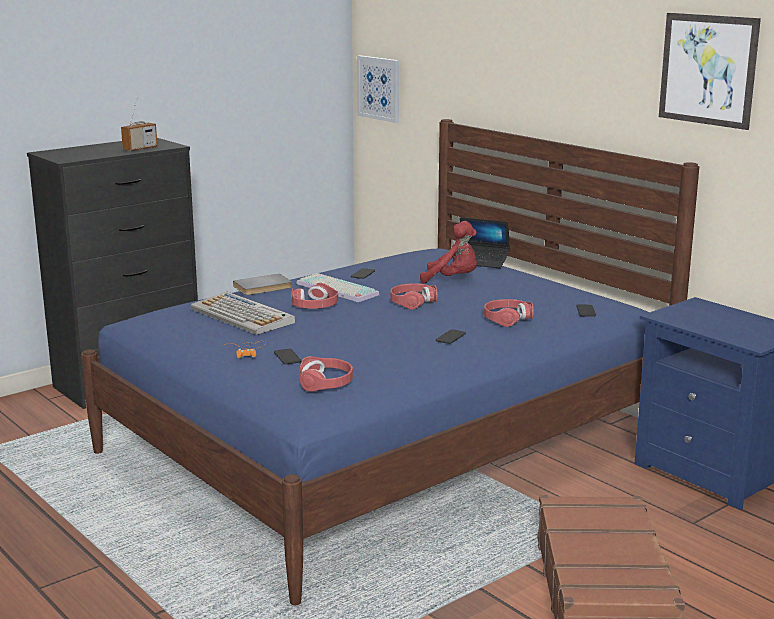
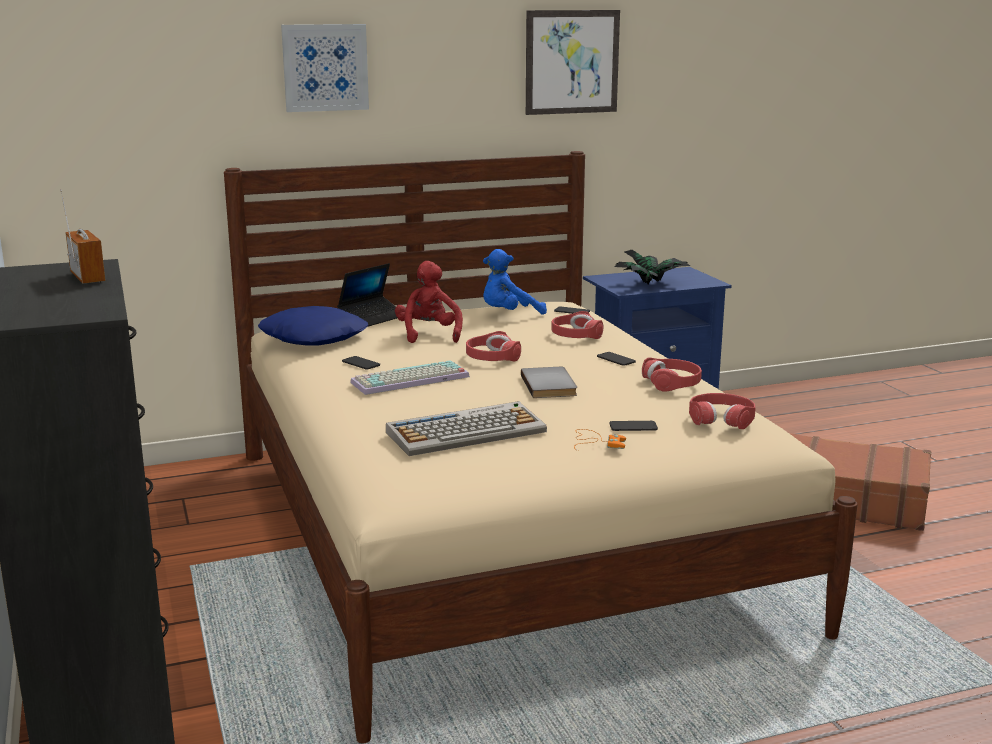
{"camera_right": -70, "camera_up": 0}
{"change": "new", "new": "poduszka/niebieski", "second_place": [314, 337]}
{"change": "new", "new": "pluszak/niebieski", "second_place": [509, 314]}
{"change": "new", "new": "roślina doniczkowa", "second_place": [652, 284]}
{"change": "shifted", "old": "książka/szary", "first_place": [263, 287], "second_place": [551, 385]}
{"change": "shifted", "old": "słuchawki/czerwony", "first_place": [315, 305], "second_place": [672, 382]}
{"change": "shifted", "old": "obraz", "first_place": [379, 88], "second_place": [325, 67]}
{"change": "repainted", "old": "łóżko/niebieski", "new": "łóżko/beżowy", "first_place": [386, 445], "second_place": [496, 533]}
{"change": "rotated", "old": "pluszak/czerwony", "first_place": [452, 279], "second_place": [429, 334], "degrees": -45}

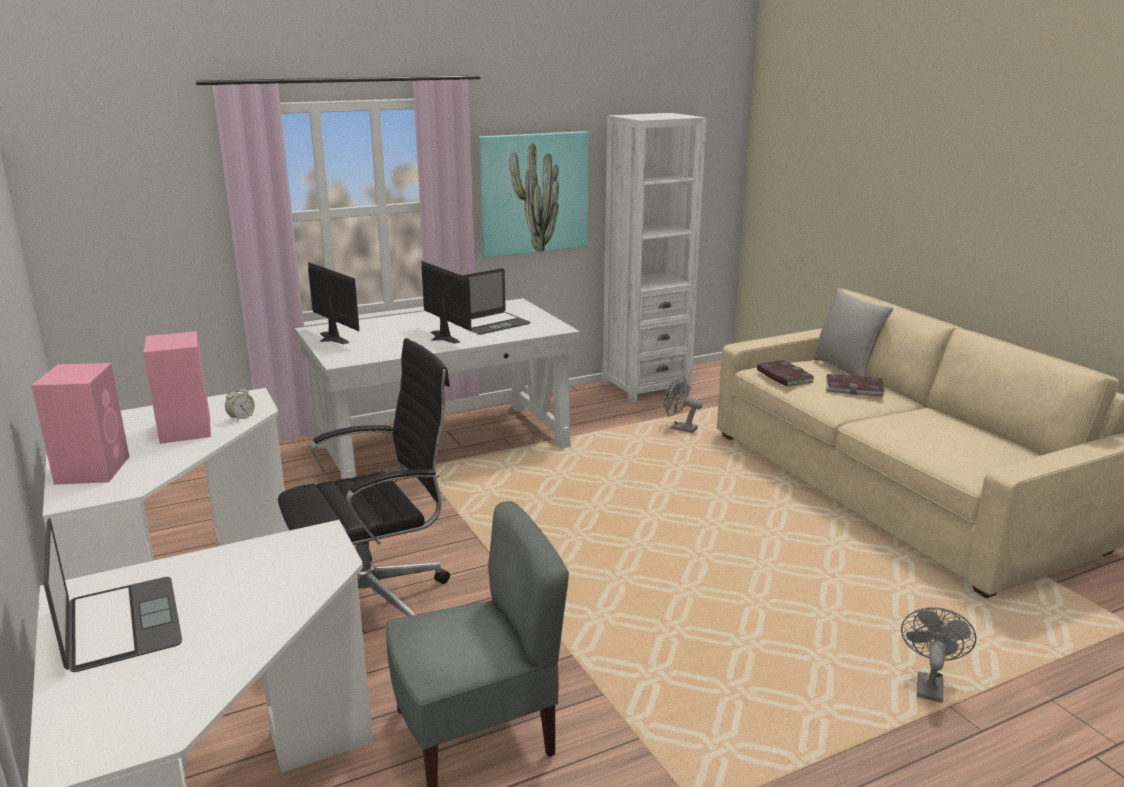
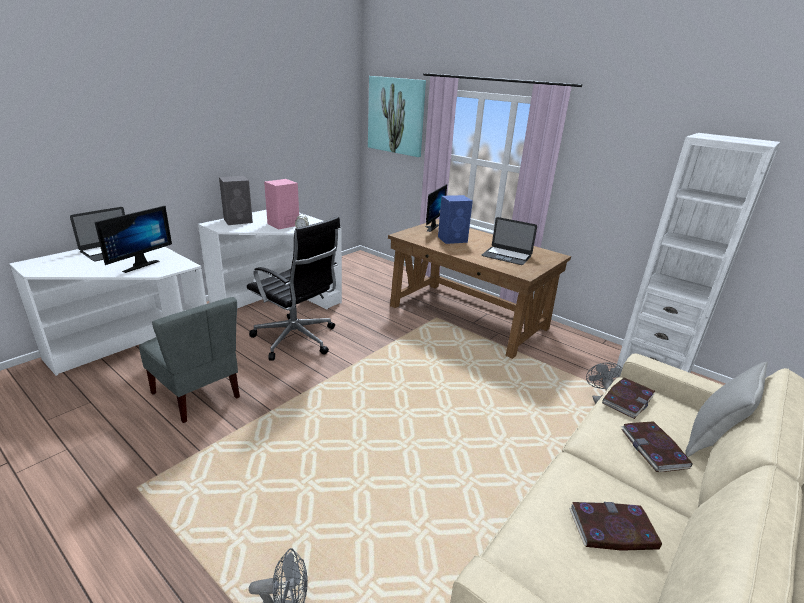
{"camera_right": 65, "camera_up": 5}
{"change": "new", "new": "głośnik/niebieski", "second_place": [453, 239]}
{"change": "new", "new": "książka", "second_place": [612, 529]}
{"change": "shifted", "old": "monitor", "first_place": [440, 338], "second_place": [138, 265]}
{"change": "shifted", "old": "obraz", "first_place": [533, 193], "second_place": [396, 116]}
{"change": "repainted", "old": "głośnik/różowy", "new": "głośnik/szary", "first_place": [93, 469], "second_place": [239, 221]}
{"change": "repainted", "old": "biurko/biały", "new": "biurko/brązowy", "first_place": [442, 445], "second_place": [467, 317]}

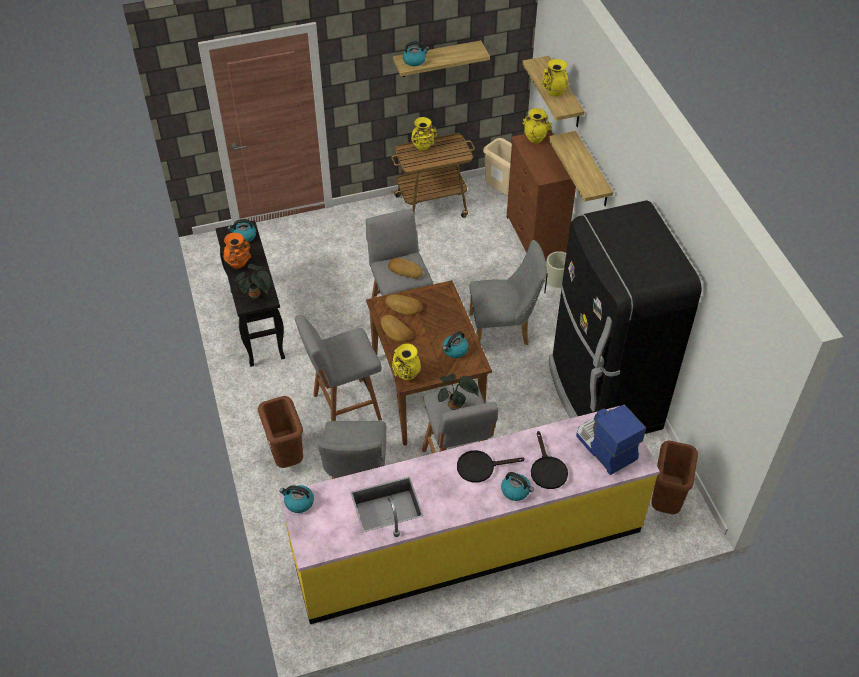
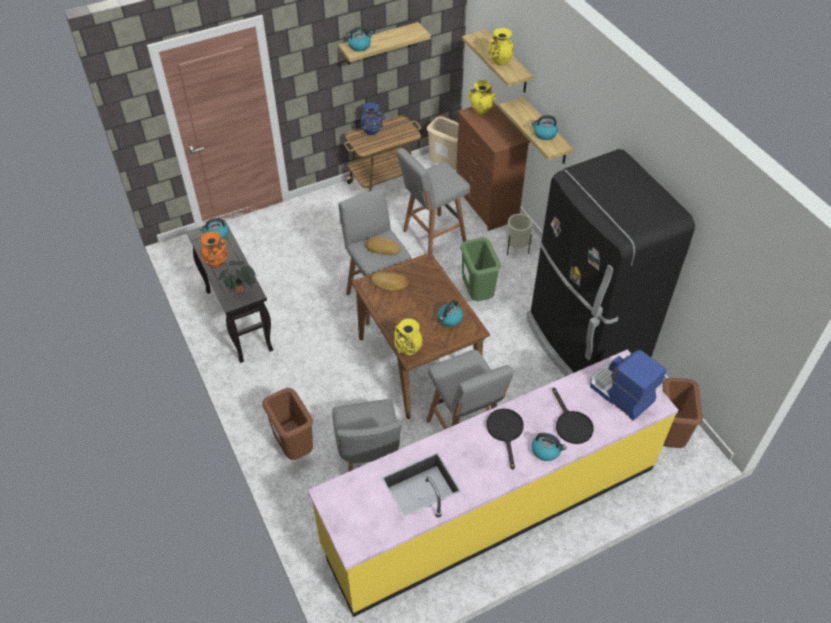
{"camera_right": -10, "camera_up": 0}
{"change": "gone", "old": "chleb", "first_place": [395, 331]}
{"change": "gone", "old": "roślina doniczkowa", "first_place": [455, 406]}
{"change": "shifted", "old": "czajnik", "first_place": [298, 502], "second_place": [544, 134]}
{"change": "shifted", "old": "stołek/szary", "first_place": [344, 408], "second_place": [432, 237]}
{"change": "swapped", "old": "krzesło/szary", "new": "kosz na śmieci/zielony", "first_place": [504, 330], "second_place": [477, 294]}
{"change": "repainted", "old": "wazon/żółty", "new": "wazon/niebieski", "first_place": [423, 147], "second_place": [372, 132]}
{"change": "rotated", "old": "patelnia/czarny", "first_place": [481, 467], "second_place": [505, 431], "degrees": 105}

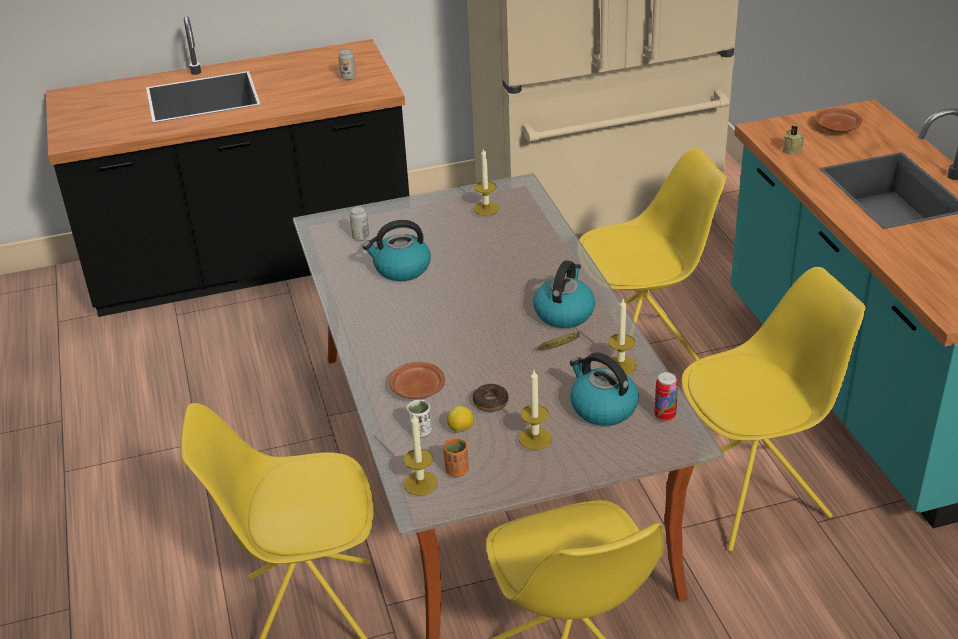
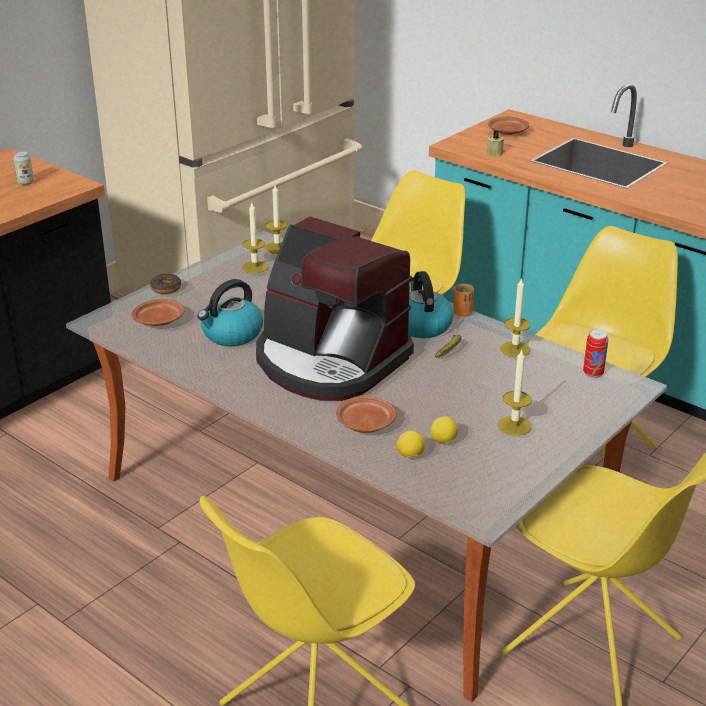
{"camera_right": -35, "camera_up": -5}
{"change": "gone", "old": "czajnik", "first_place": [602, 407]}
{"change": "new", "new": "ekspres do kawy", "second_place": [329, 361]}
{"change": "shifted", "old": "świeca", "first_place": [420, 483], "second_place": [277, 248]}
{"change": "shifted", "old": "filiżanka/pomarańczowy", "first_place": [457, 470], "second_place": [462, 313]}
{"change": "shifted", "old": "donut", "first_place": [490, 402], "second_place": [166, 288]}
{"change": "swapped", "old": "puszka", "new": "talerz/brązowy", "first_place": [361, 237], "second_place": [159, 320]}
{"change": "swapped", "old": "filiżanka/biały", "new": "cytryna", "first_place": [420, 431], "second_place": [410, 456]}

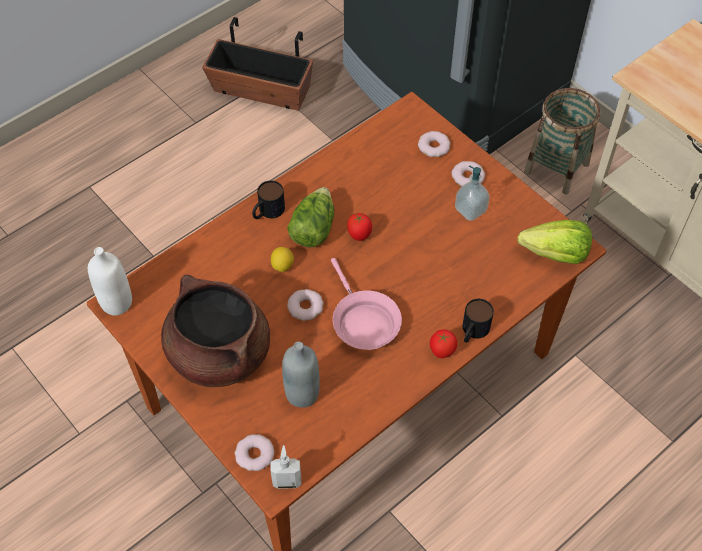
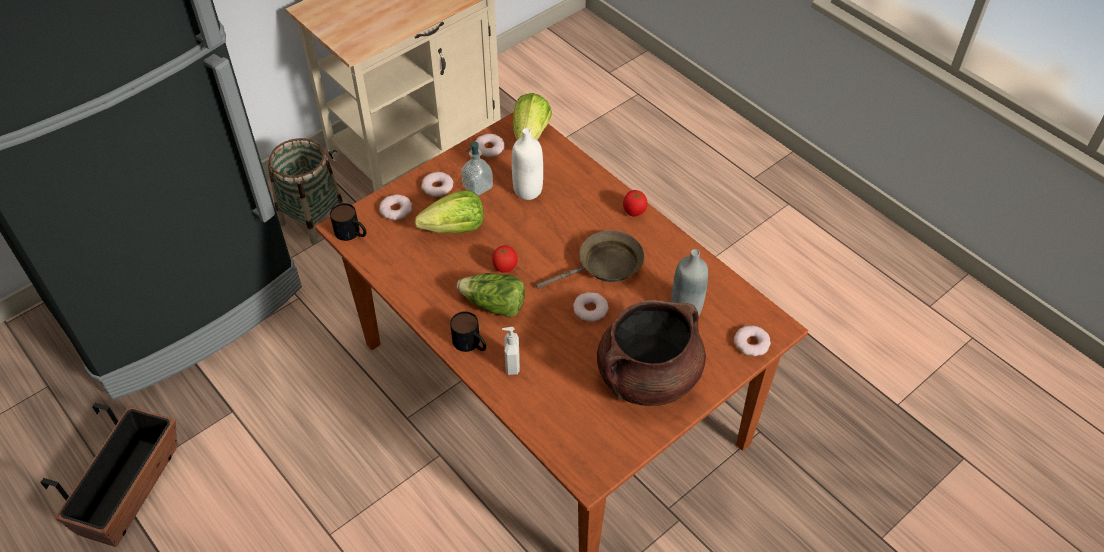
{"camera_right": -90, "camera_up": -5}
{"change": "gone", "old": "cytryna", "first_place": [282, 265]}
{"change": "new", "new": "sałata", "second_place": [455, 228]}
{"change": "new", "new": "donut", "second_place": [489, 148]}
{"change": "shifted", "old": "butelka/biały", "first_place": [116, 303], "second_place": [528, 190]}
{"change": "shifted", "old": "dozownik mydła", "first_place": [287, 481], "second_place": [511, 365]}
{"change": "shifted", "old": "kubek", "first_place": [473, 332], "second_place": [352, 233]}
{"change": "repainted", "old": "patelnia/różowy", "new": "patelnia/brązowy", "first_place": [363, 321], "second_place": [605, 266]}

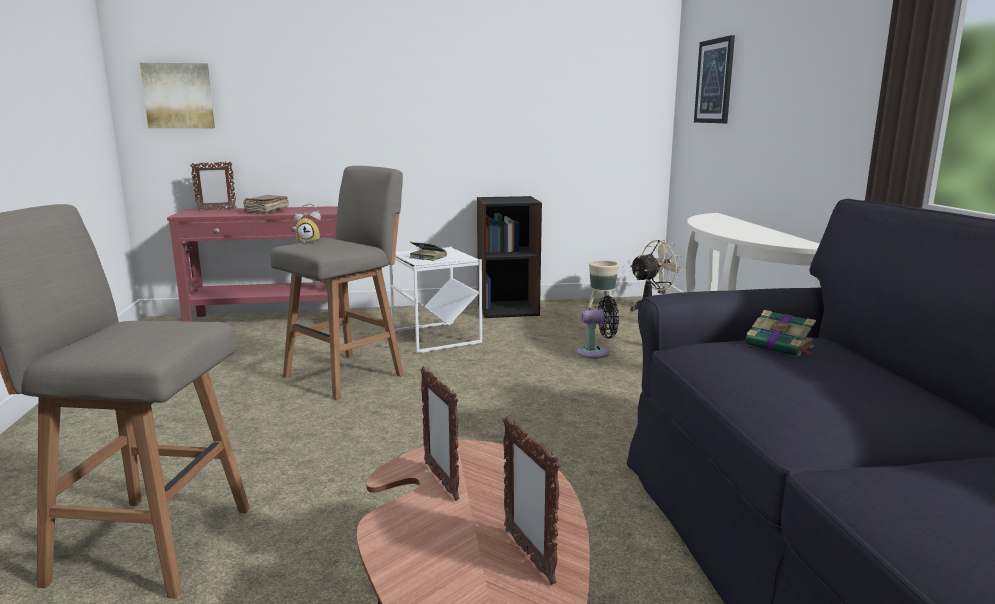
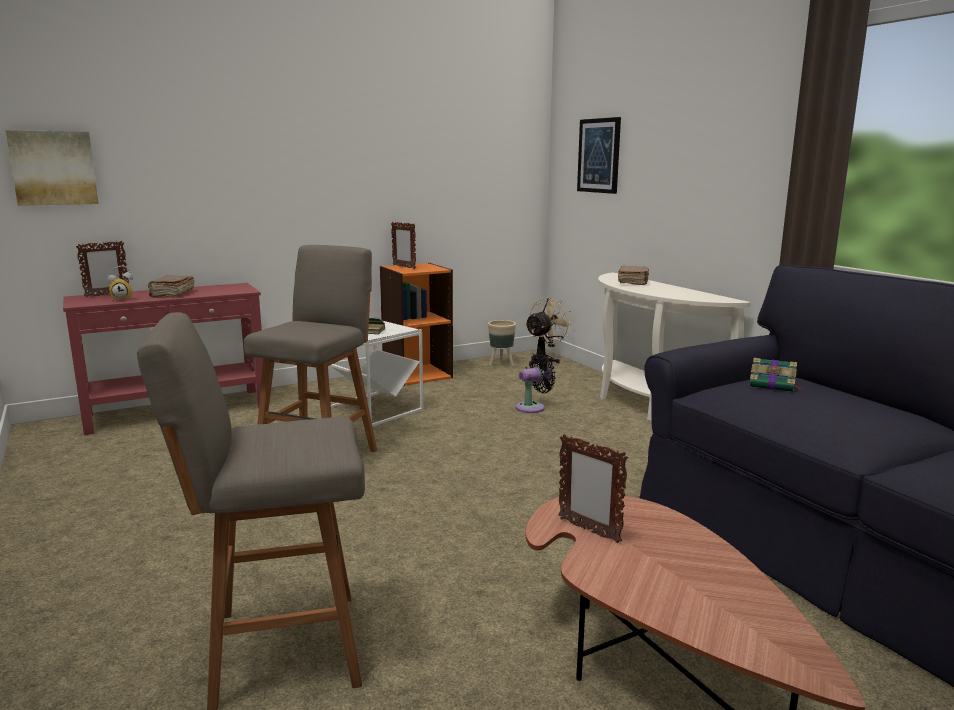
{"camera_right": -20, "camera_up": 0}
{"change": "new", "new": "książka/brązowy", "second_place": [633, 283]}
{"change": "shifted", "old": "budzik", "first_place": [309, 241], "second_place": [122, 299]}
{"change": "shifted", "old": "ramka na zdjęcie", "first_place": [528, 555], "second_place": [404, 267]}
{"change": "repainted", "old": "regał/czarny", "new": "regał/pomarańczowy", "first_place": [507, 309], "second_place": [417, 374]}

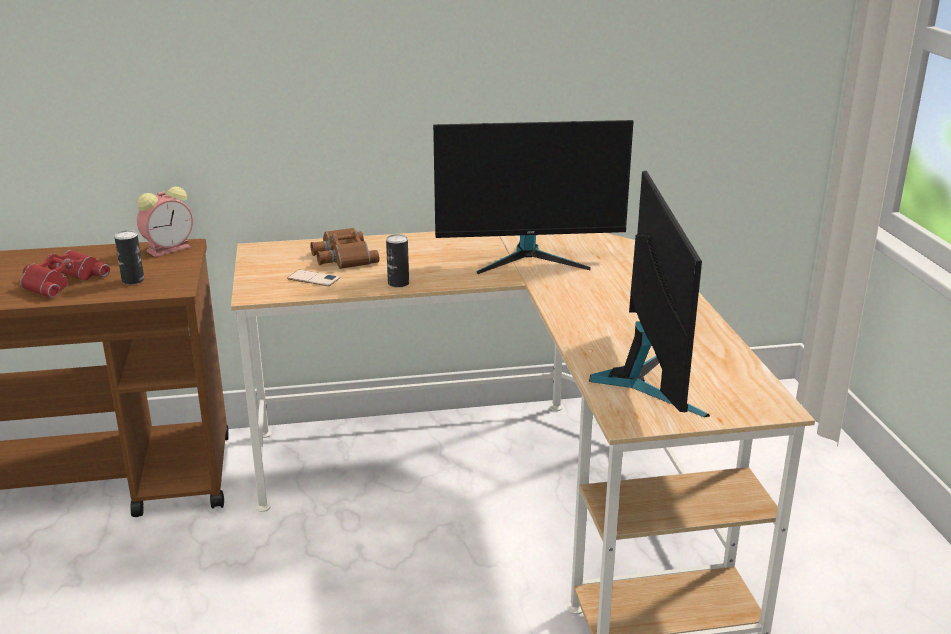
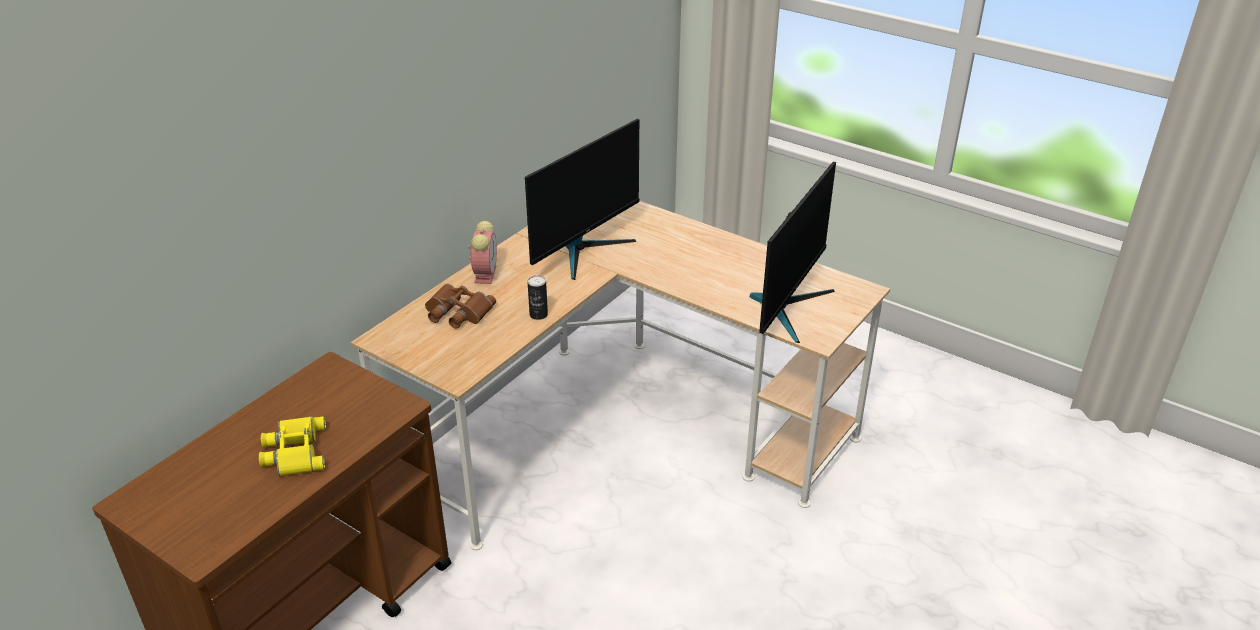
{"camera_right": -45, "camera_up": 10}
{"change": "gone", "old": "puszka", "first_place": [133, 280]}
{"change": "gone", "old": "telefon", "first_place": [313, 278]}
{"change": "shifted", "old": "budzik", "first_place": [170, 248], "second_place": [485, 273]}
{"change": "repainted", "old": "lornetka/czerwony", "new": "lornetka/żółty", "first_place": [62, 280], "second_place": [293, 451]}
{"change": "rotated", "old": "monitor", "first_place": [647, 379], "second_place": [788, 307], "degrees": 75}

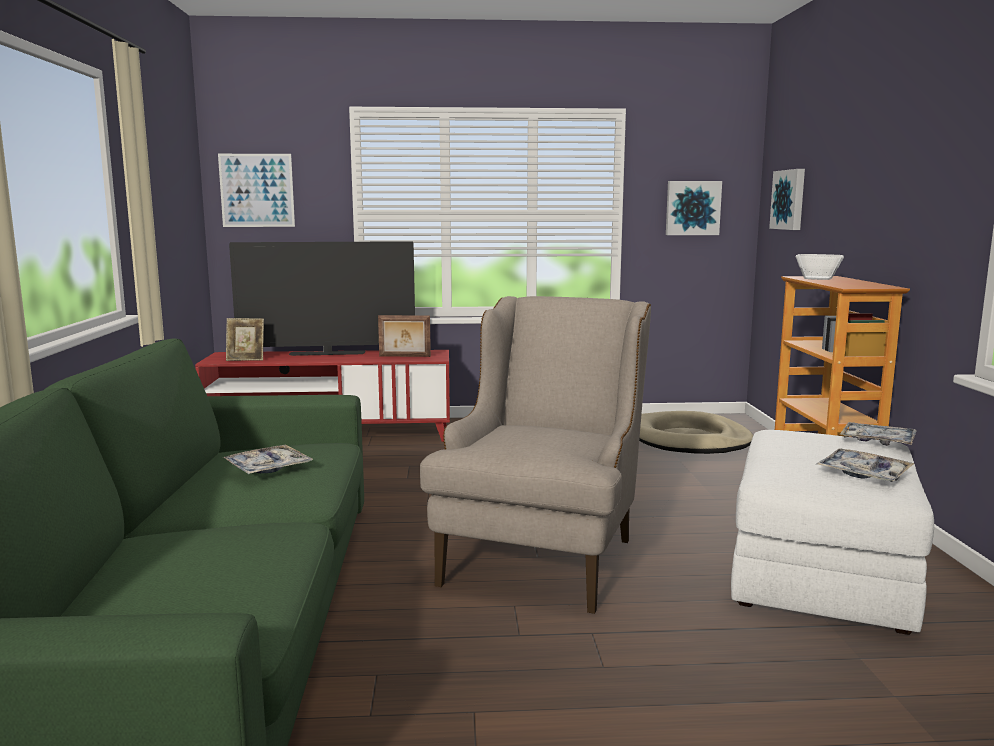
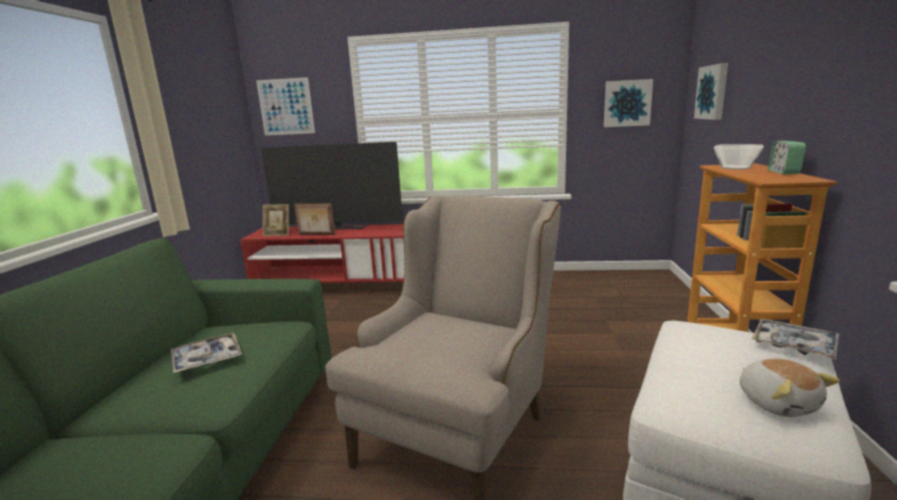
{"camera_right": 10, "camera_up": 5}
{"change": "gone", "old": "legowisko/beżowy", "first_place": [689, 439]}
{"change": "new", "new": "budzik", "second_place": [783, 172]}
{"change": "shifted", "old": "ramka na zdjęcie", "first_place": [404, 356], "second_place": [316, 234]}
{"change": "swapped", "old": "taca", "new": "pluszak", "first_place": [863, 474], "second_place": [778, 402]}

